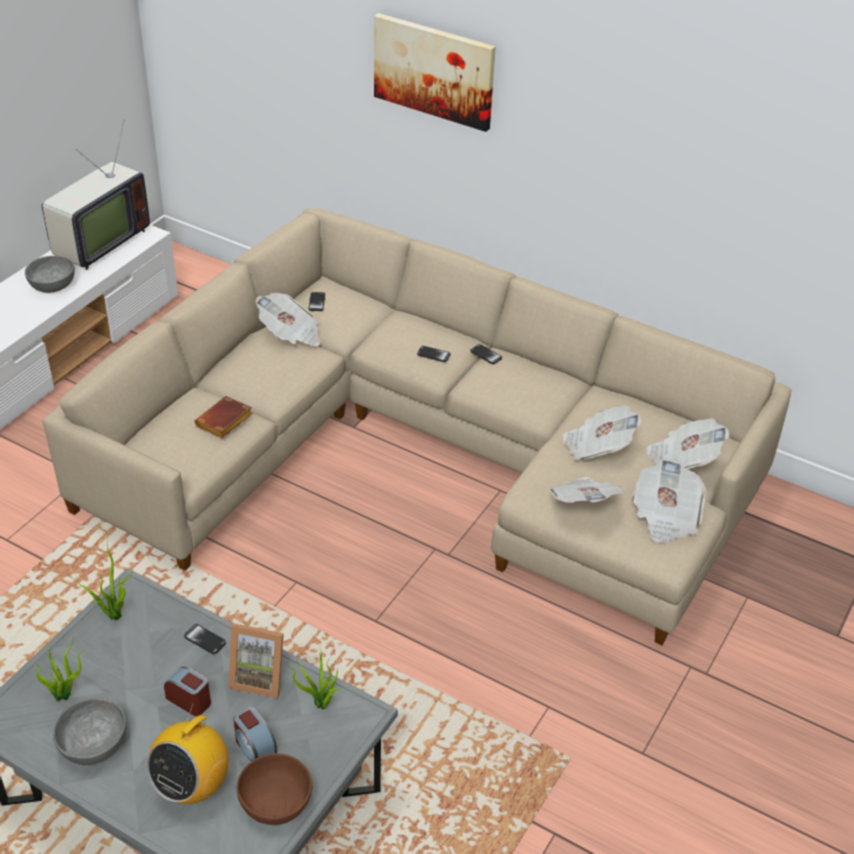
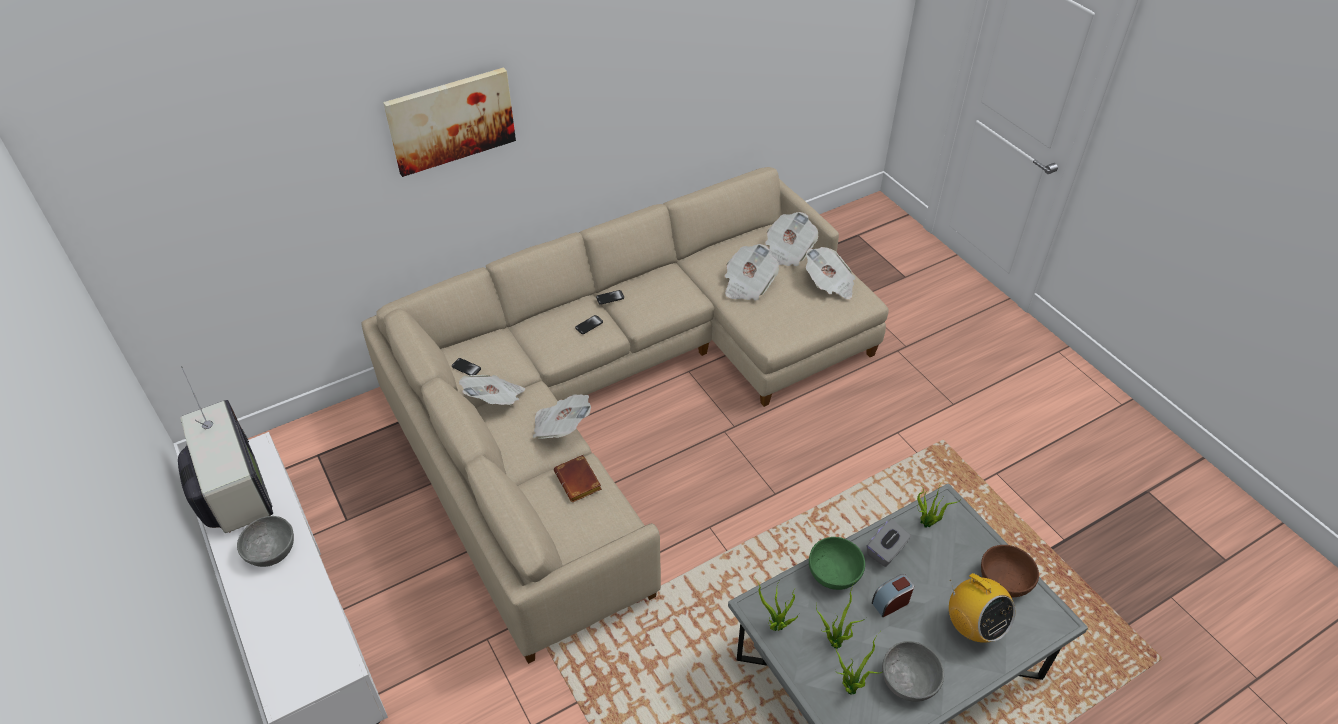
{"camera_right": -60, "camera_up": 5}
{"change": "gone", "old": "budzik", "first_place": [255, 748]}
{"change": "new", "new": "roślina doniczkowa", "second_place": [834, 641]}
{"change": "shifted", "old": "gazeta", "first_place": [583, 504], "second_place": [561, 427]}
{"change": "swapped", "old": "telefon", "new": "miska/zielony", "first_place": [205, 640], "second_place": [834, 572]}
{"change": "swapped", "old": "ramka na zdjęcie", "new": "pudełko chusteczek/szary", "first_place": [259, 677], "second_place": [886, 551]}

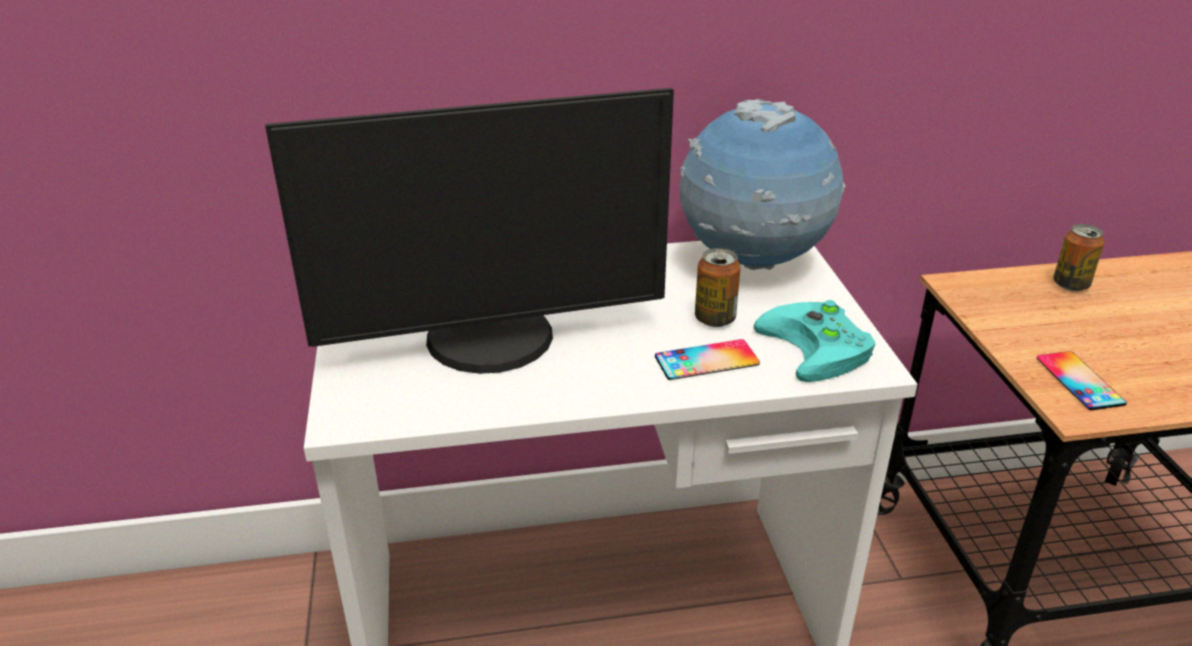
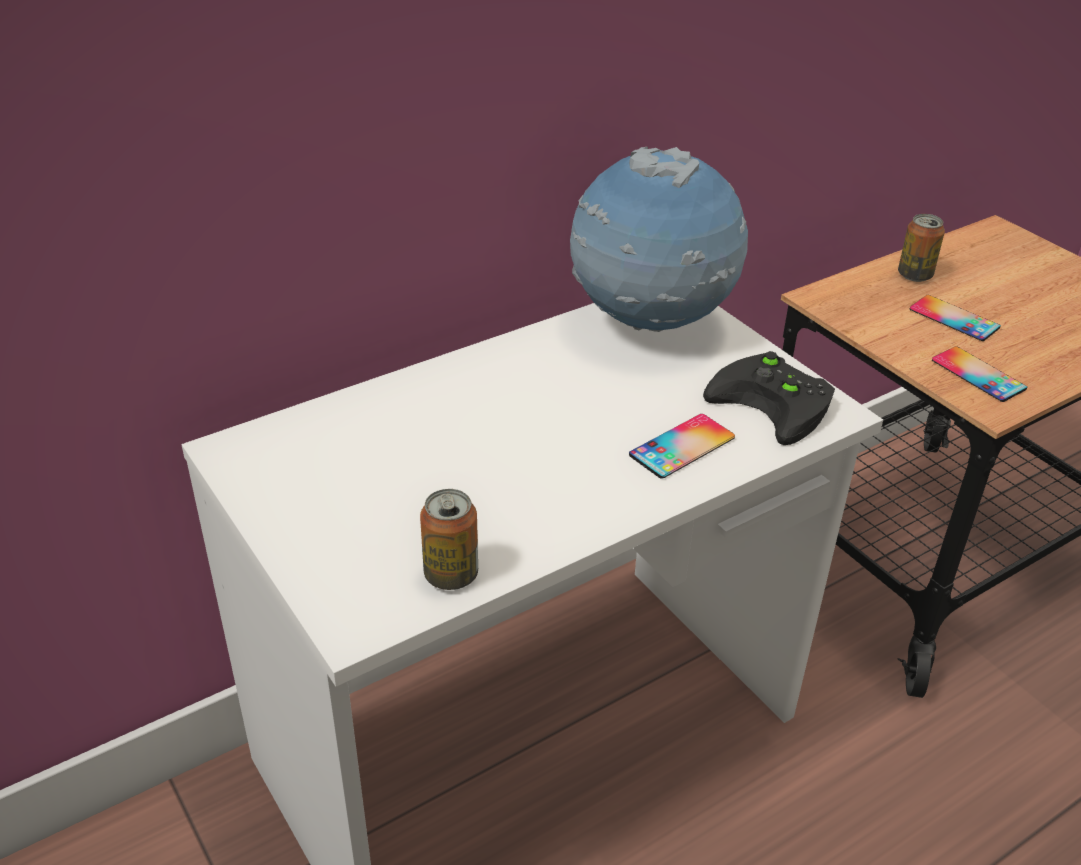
{"camera_right": -25, "camera_up": 5}
{"change": "gone", "old": "monitor", "first_place": [491, 341]}
{"change": "new", "new": "telefon", "second_place": [954, 318]}
{"change": "shifted", "old": "puszka", "first_place": [715, 319], "second_place": [451, 575]}
{"change": "repainted", "old": "pad do gier/turkusowy", "new": "pad do gier/czarny", "first_place": [820, 348], "second_place": [777, 404]}

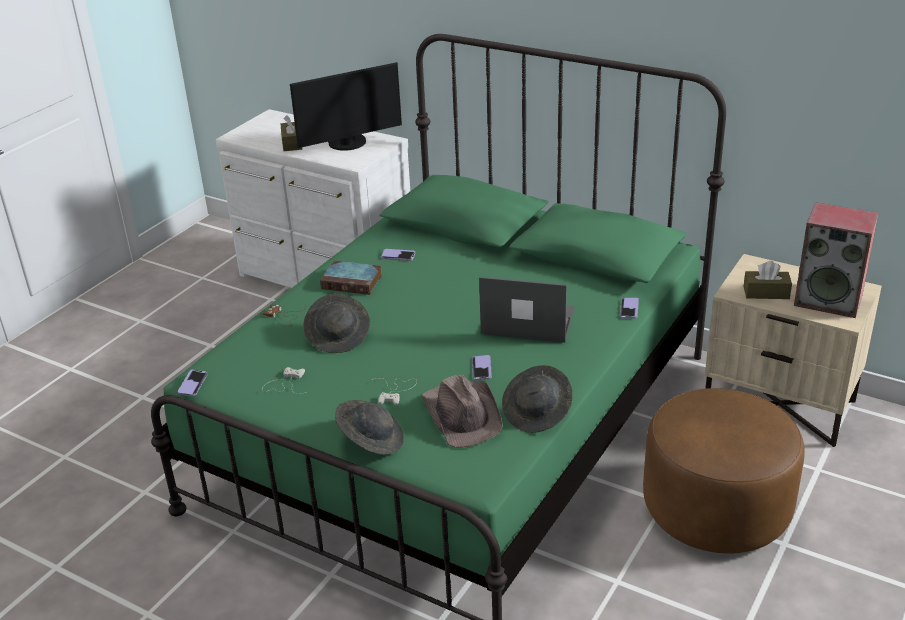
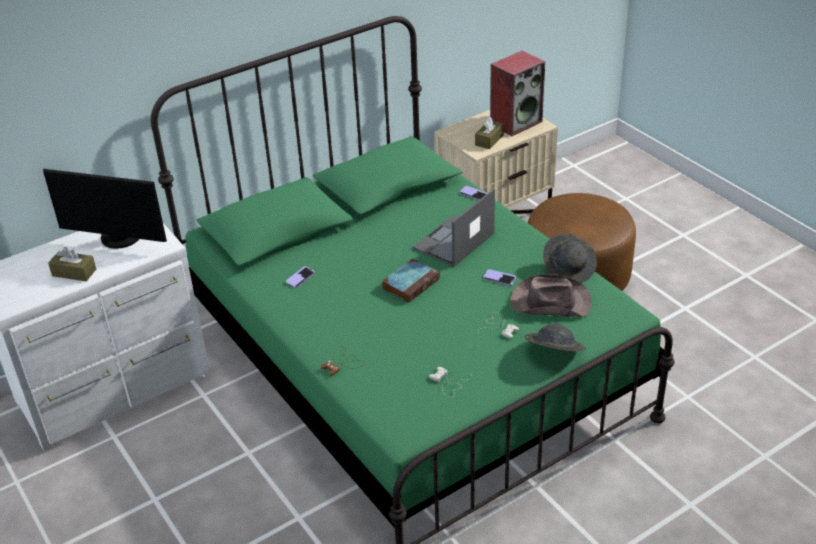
{"camera_right": -65, "camera_up": 5}
{"change": "gone", "old": "telefon", "first_place": [193, 384]}
{"change": "gone", "old": "kapelusz/szary", "first_place": [338, 336]}
{"change": "shifted", "old": "książka", "first_place": [353, 282], "second_place": [411, 283]}
{"change": "rotated", "old": "monitor", "first_place": [349, 144], "second_place": [119, 239], "degrees": 105}

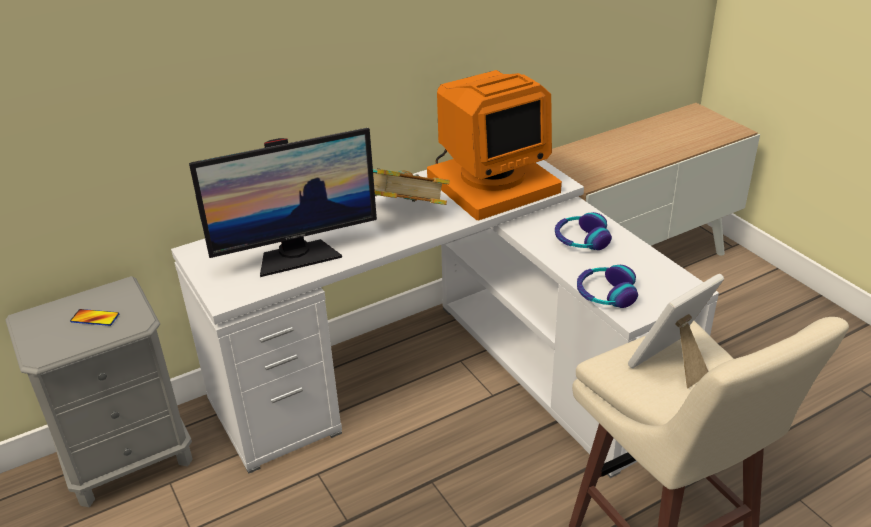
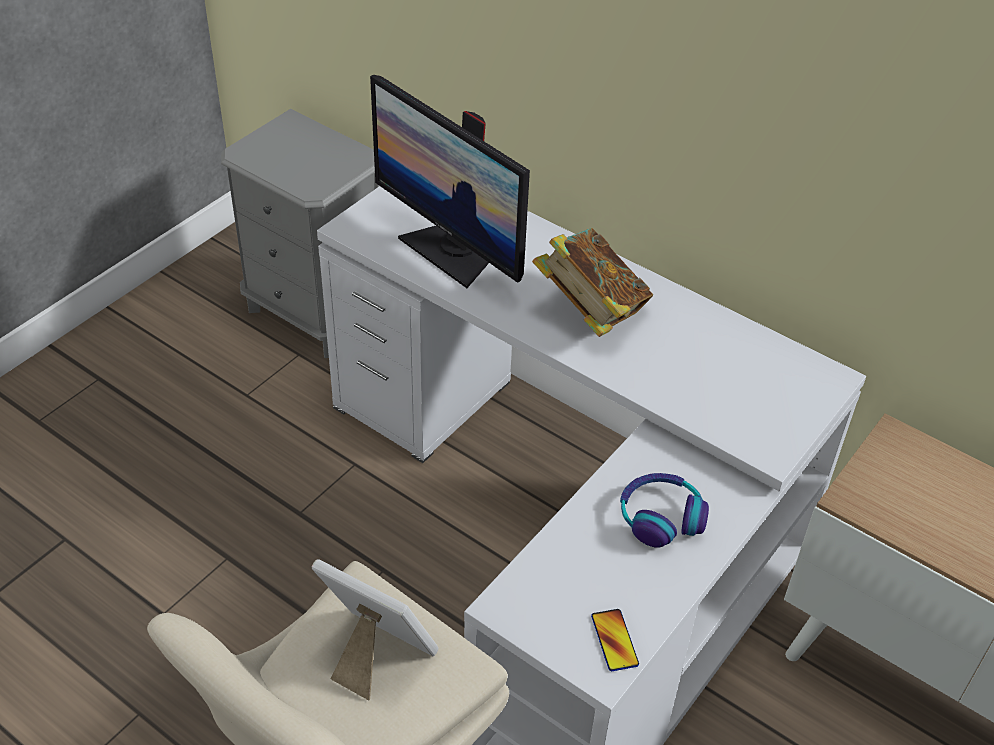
{"camera_right": 65, "camera_up": 10}
{"change": "gone", "old": "monitor", "first_place": [491, 183]}
{"change": "gone", "old": "słuchawki", "first_place": [605, 294]}
{"change": "shifted", "old": "telefon", "first_place": [95, 318], "second_place": [614, 640]}

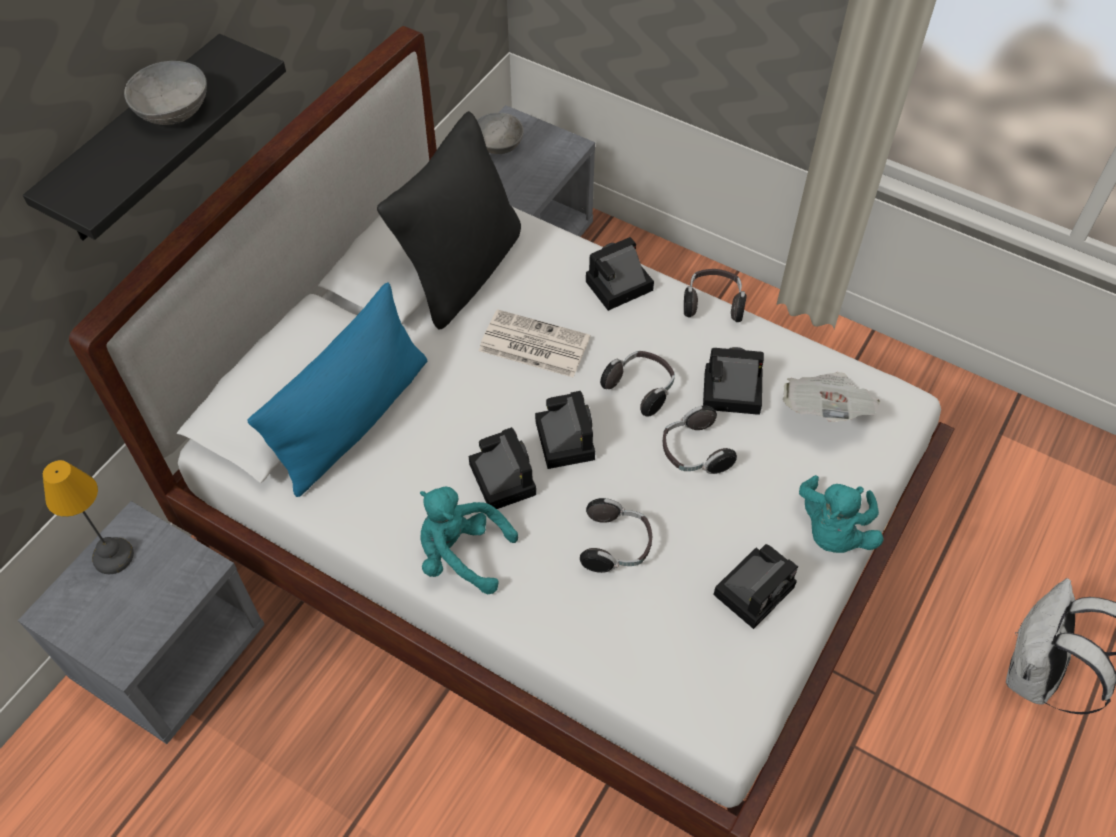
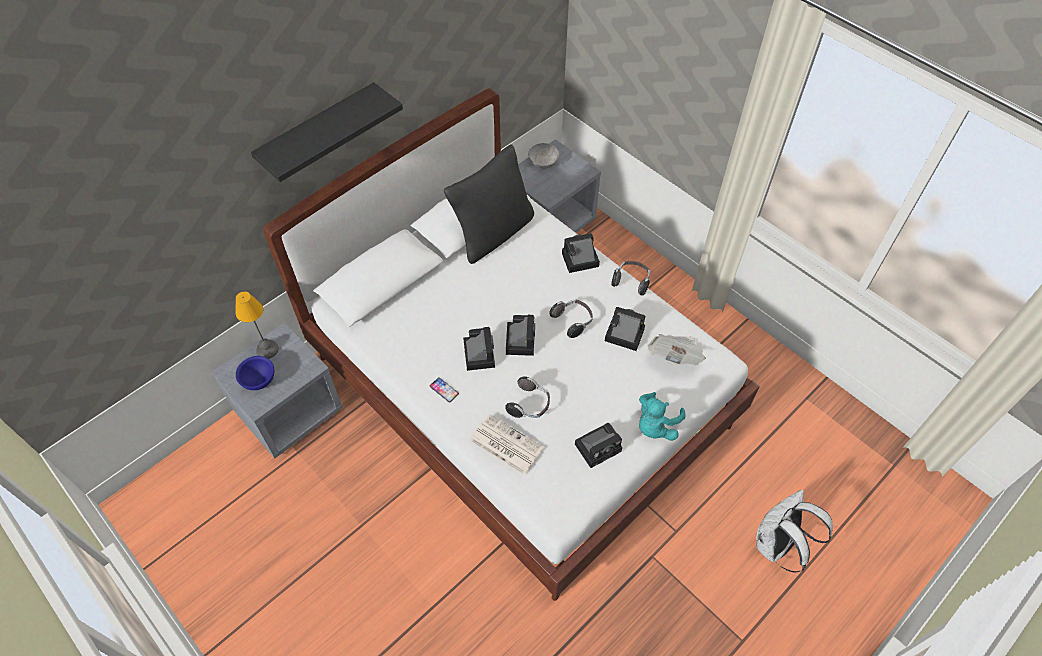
{"camera_right": 15, "camera_up": 0}
{"change": "gone", "old": "miska/szary", "first_place": [174, 110]}
{"change": "gone", "old": "poduszka/niebieski", "first_place": [353, 420]}
{"change": "gone", "old": "słuchawki", "first_place": [694, 452]}
{"change": "new", "new": "miska/niebieski", "second_place": [258, 381]}
{"change": "shifted", "old": "gazeta", "first_place": [532, 344], "second_place": [505, 444]}
{"change": "swapped", "old": "pluszak/turkusowy", "new": "telefon", "first_place": [461, 554], "second_place": [444, 390]}

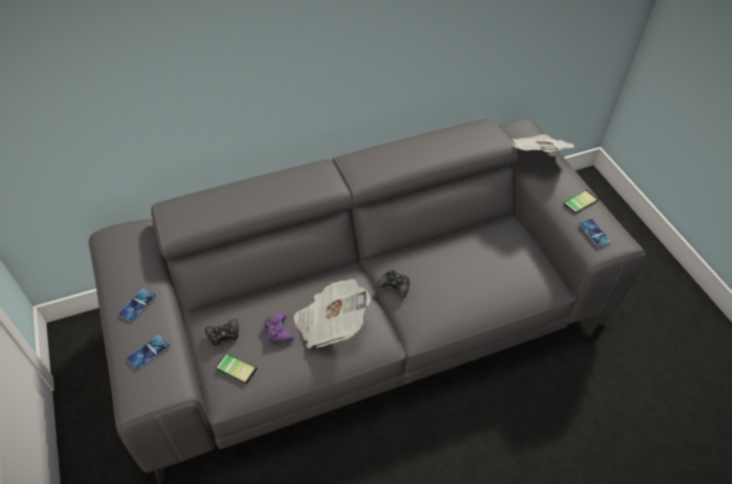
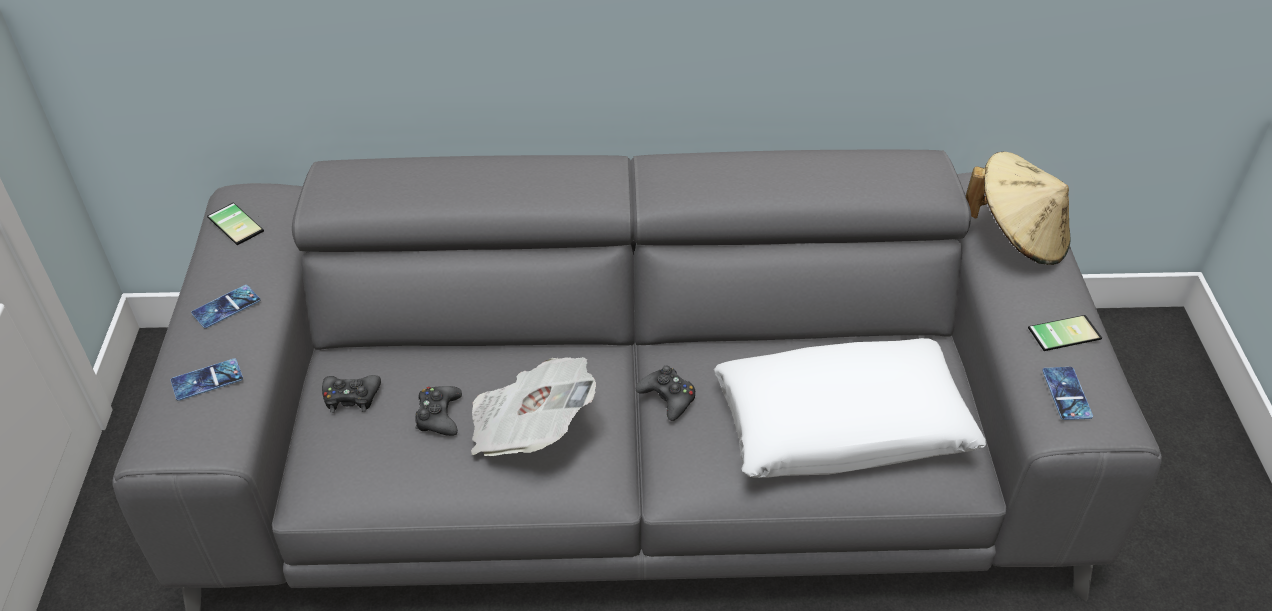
{"camera_right": 20, "camera_up": -5}
{"change": "new", "new": "poduszka/biały", "second_place": [842, 425]}
{"change": "shifted", "old": "telefon", "first_place": [237, 367], "second_place": [238, 222]}
{"change": "swapped", "old": "gazeta", "new": "kapelusz/beżowy", "first_place": [537, 156], "second_place": [1017, 237]}
{"change": "repainted", "old": "pad do gier/fioletowy", "new": "pad do gier/czarny", "first_place": [278, 331], "second_place": [439, 416]}

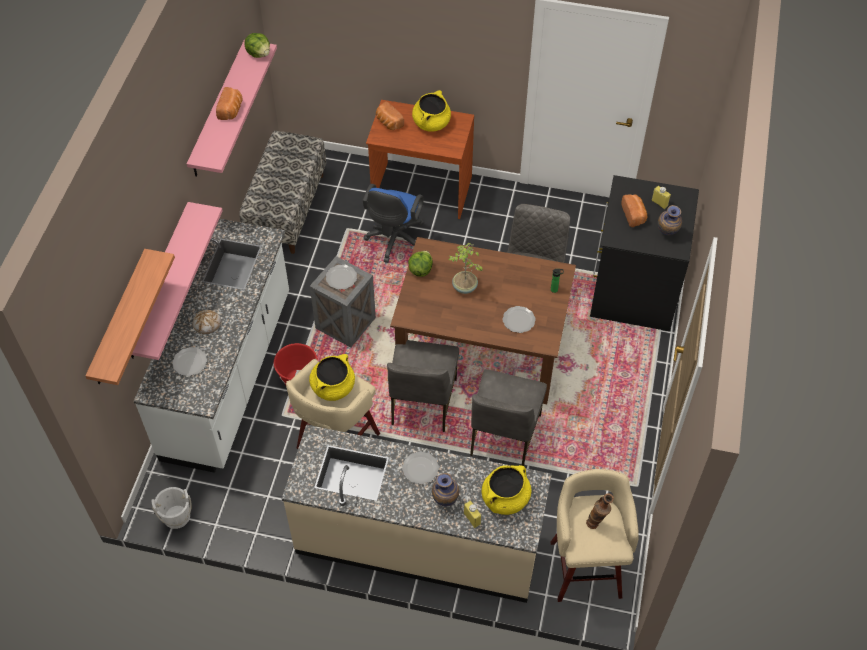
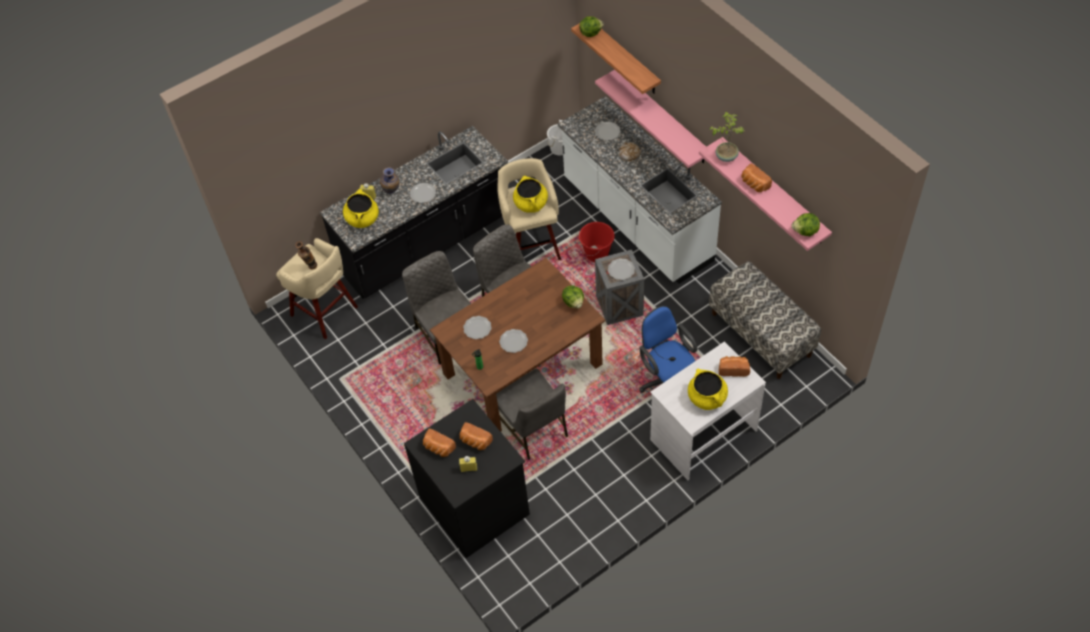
{"camera_right": 135, "camera_up": 0}
{"change": "new", "new": "talerz", "second_place": [514, 342]}
{"change": "new", "new": "sałata", "second_place": [590, 33]}
{"change": "shifted", "old": "roślina doniczkowa", "first_place": [464, 287], "second_place": [726, 156]}
{"change": "swapped", "old": "wazon", "new": "chleb", "first_place": [666, 234], "second_place": [438, 448]}
{"change": "repainted", "old": "zabudowa kuchenna/beżowy", "new": "zabudowa kuchenna/czarny", "first_place": [418, 542], "second_place": [426, 244]}
{"change": "repainted", "old": "biurko/brązowy", "new": "biurko/biały", "first_place": [421, 191], "second_place": [703, 434]}

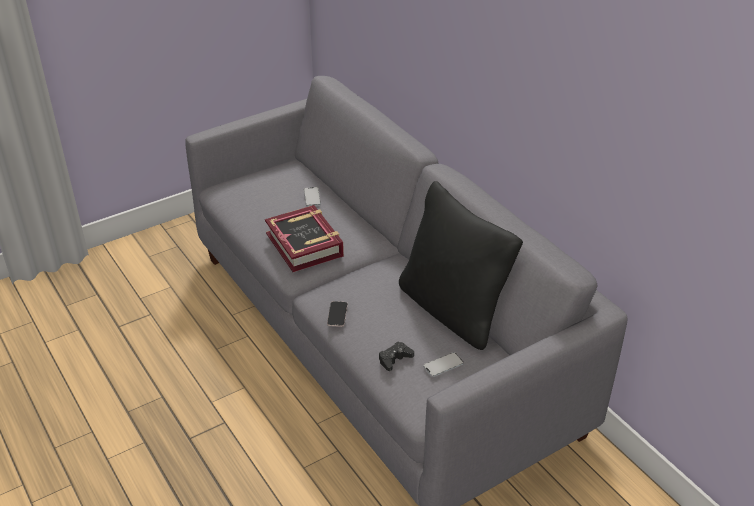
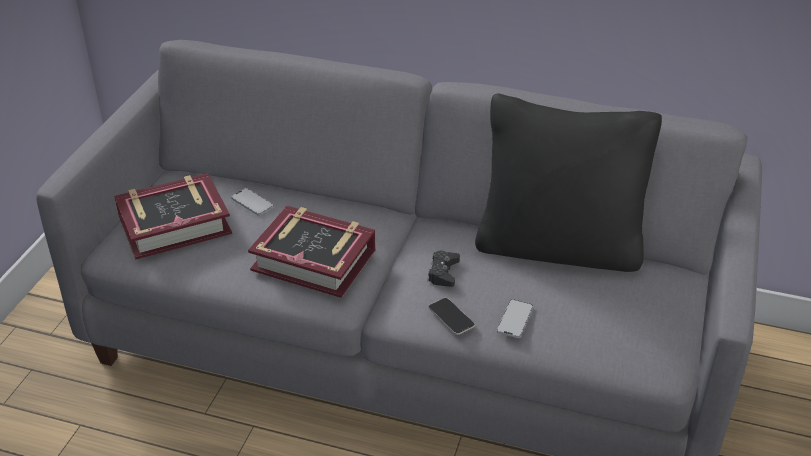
{"camera_right": -40, "camera_up": 0}
{"change": "new", "new": "książka", "second_place": [174, 224]}
{"change": "shifted", "old": "pad do gier/czarny", "first_place": [394, 359], "second_place": [443, 273]}
{"change": "shifted", "old": "telefon", "first_place": [443, 365], "second_place": [514, 319]}

